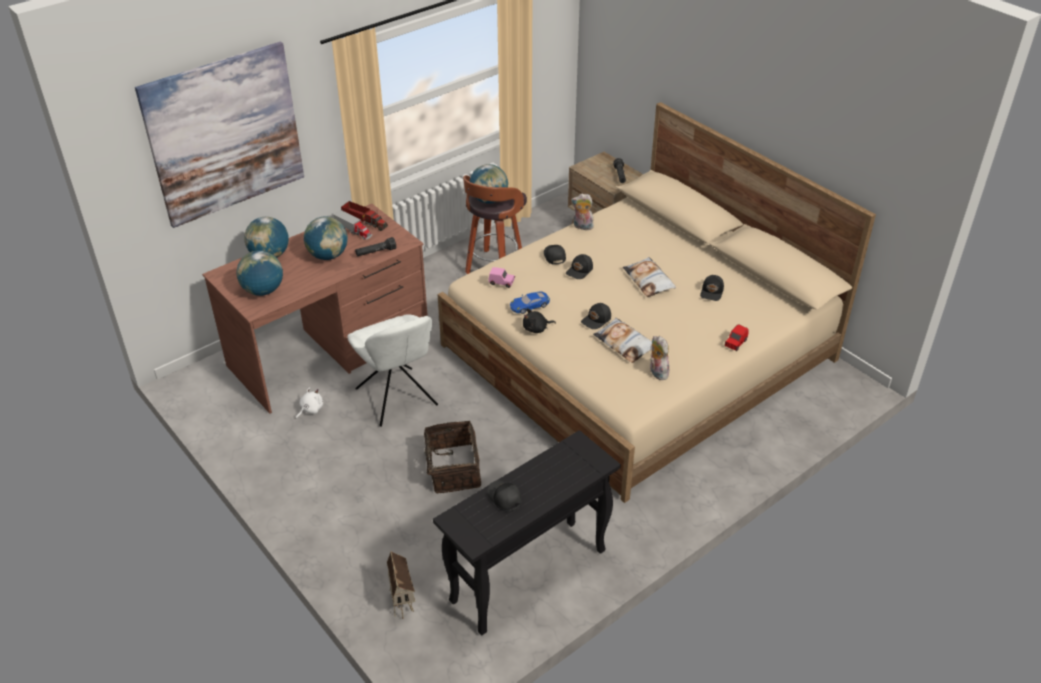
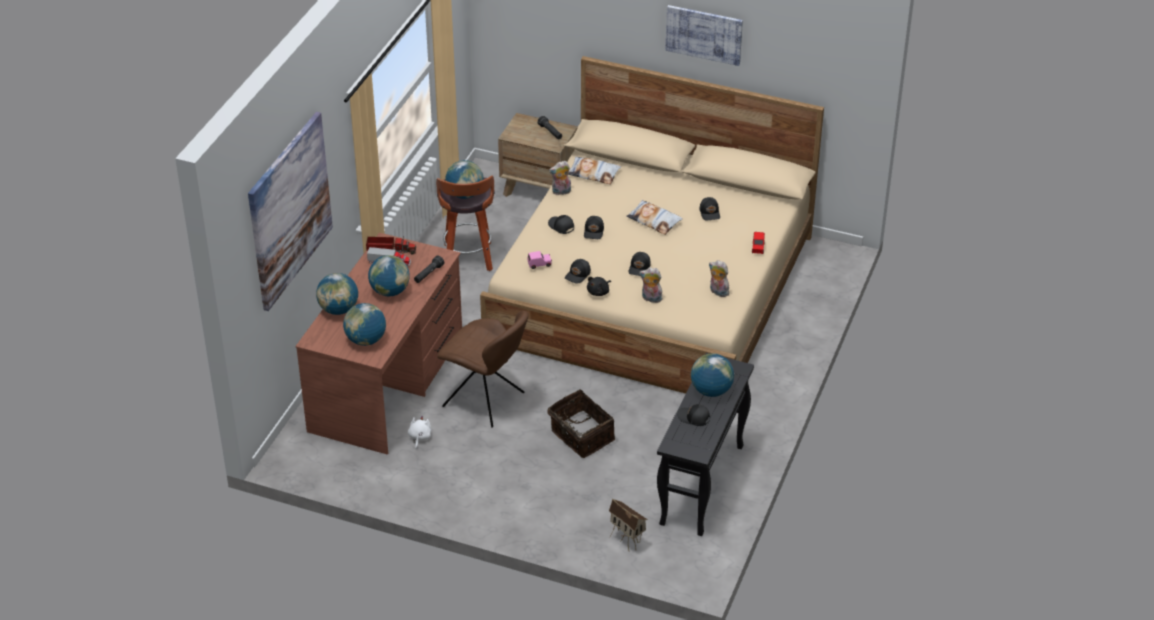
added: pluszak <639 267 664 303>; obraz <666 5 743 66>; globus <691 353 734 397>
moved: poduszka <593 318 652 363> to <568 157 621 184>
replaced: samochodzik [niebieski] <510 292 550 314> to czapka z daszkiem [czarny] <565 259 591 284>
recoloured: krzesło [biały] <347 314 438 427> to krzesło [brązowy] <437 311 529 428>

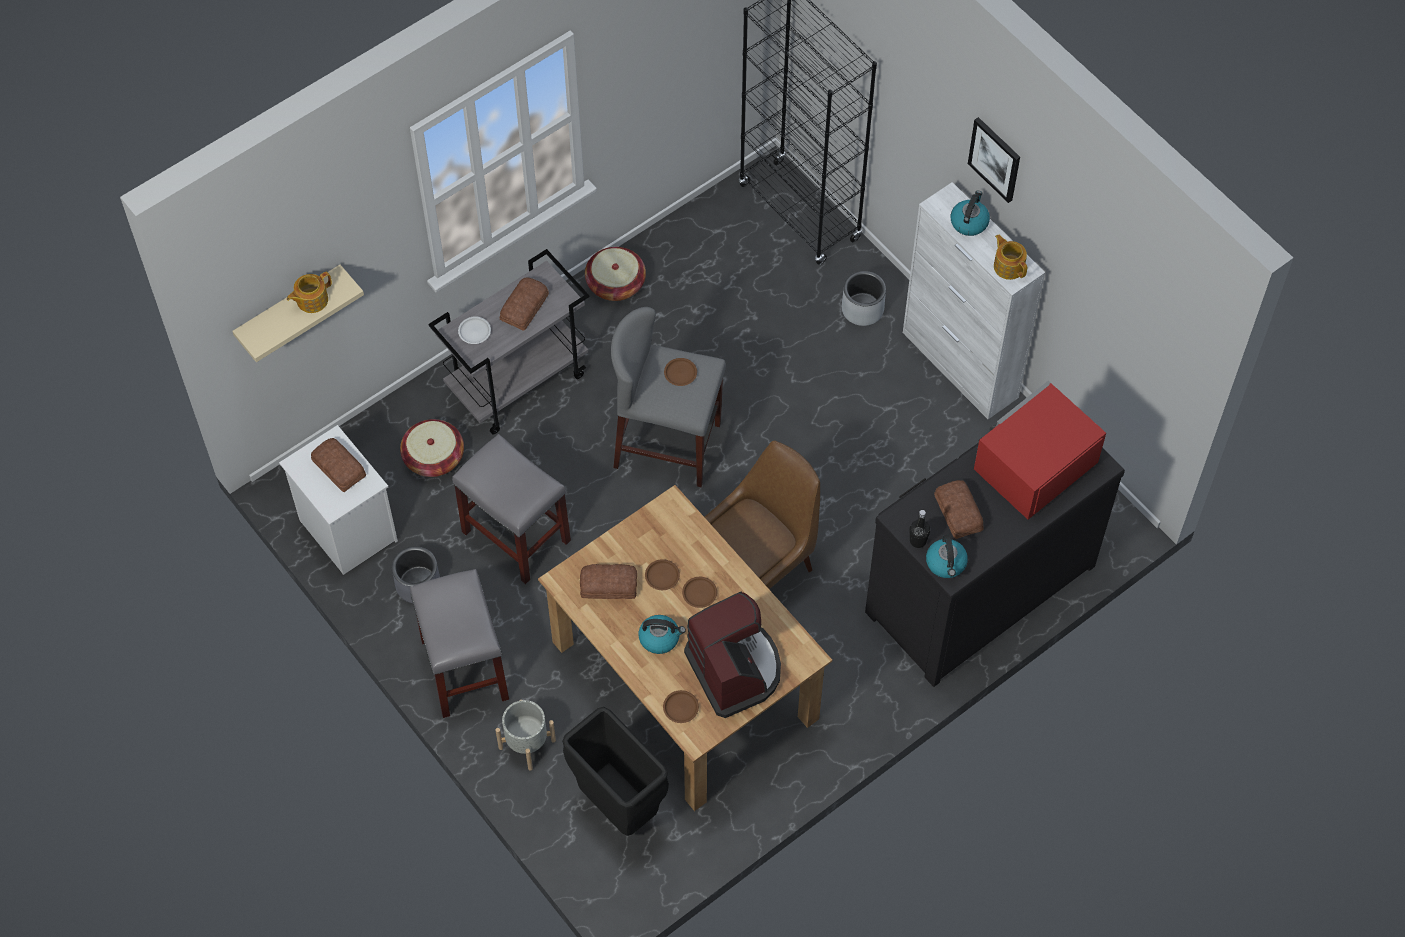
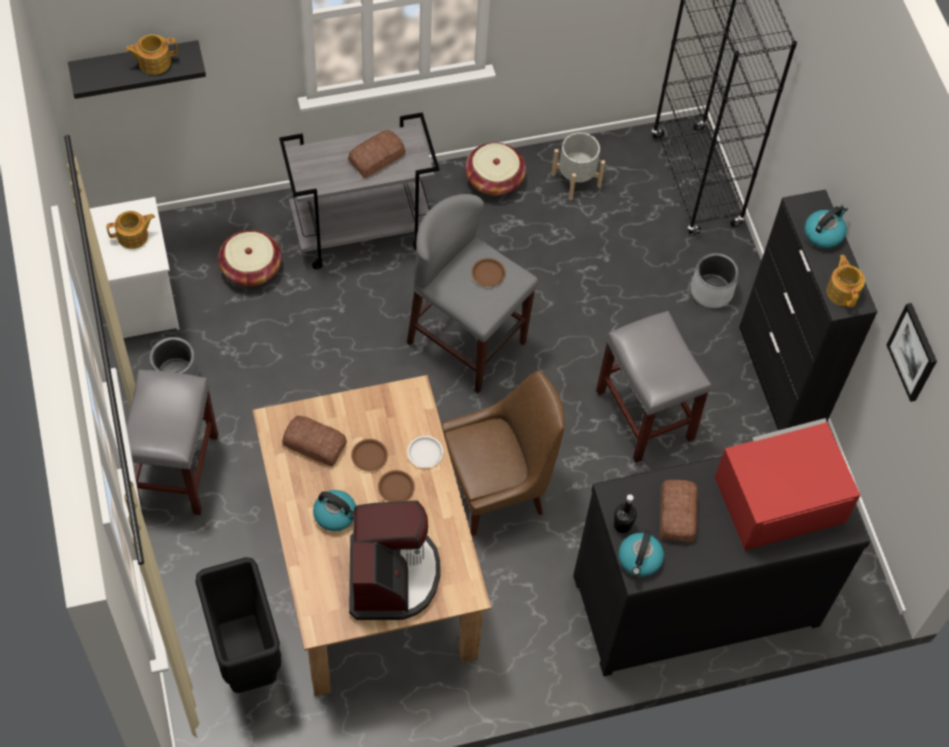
removed: talerz [brązowy] <663 690 699 723>
moved: talerz [biały] <458 317 491 344> to <407 436 443 468>; donica [szary] <495 700 556 771> to <551 132 605 200>; stołek [szary] <452 434 571 584> to <596 311 711 463>; obraz <968 117 1020 203> to <887 303 937 402>
replaced: chleb <311 438 366 492> to imbryk <106 211 155 249>
recoloured: półka [beżowy] <232 265 364 362> to półka [czarny] <68 40 206 99>; szafka [biały] <903 182 1045 419> to szafka [czarny] <739 189 878 430>

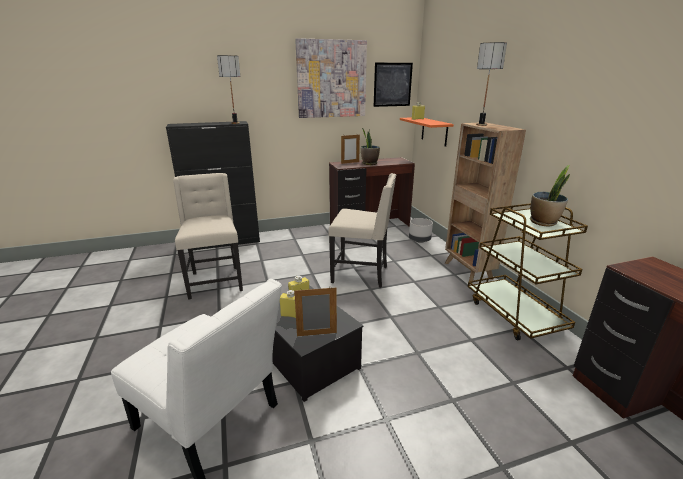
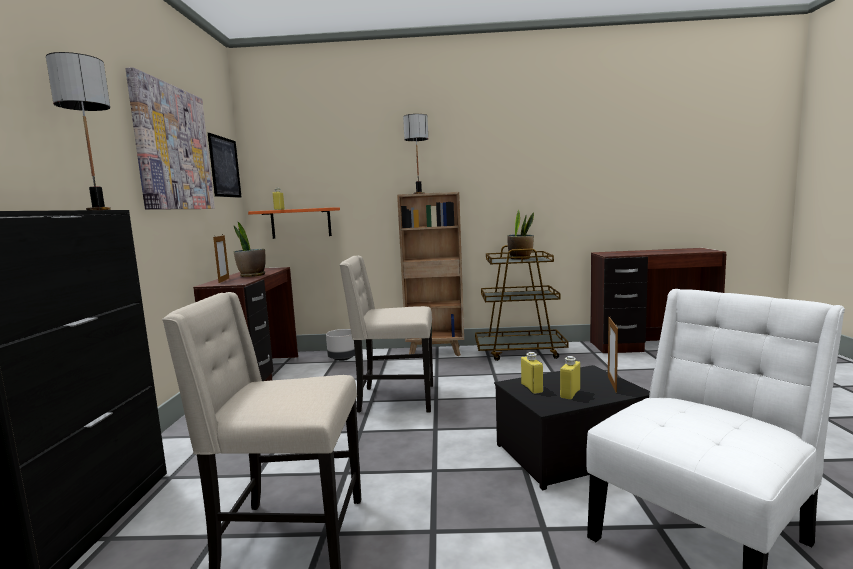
turned: krzesło [beżowy] <328 173 396 288> = <340 256 433 413> 120 degrees counterclockwise

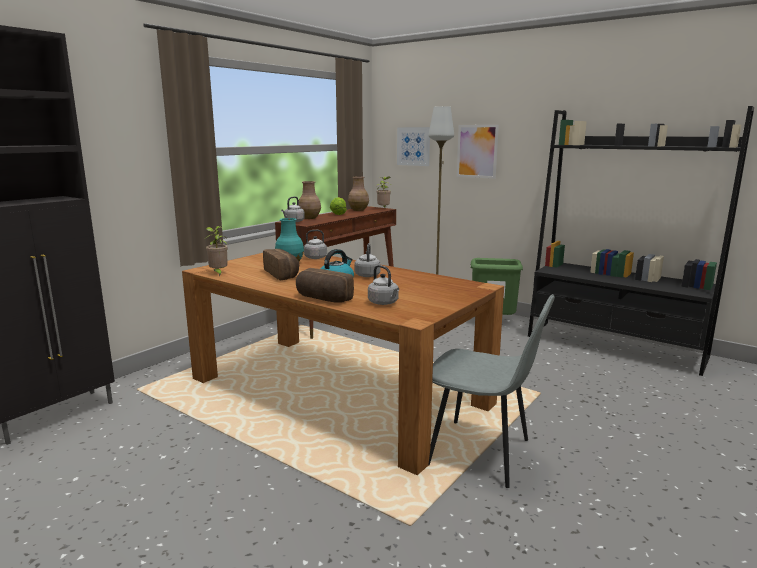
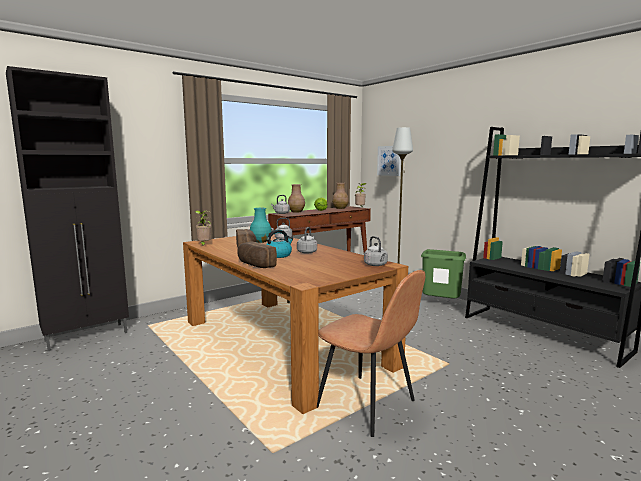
removed: obraz <457 125 499 179>
moved: czajnik [szary] <368 265 399 305> to <364 236 388 266>
recoloured: krzesło [szary] <428 294 555 488> to krzesło [brązowy] <317 270 425 437>

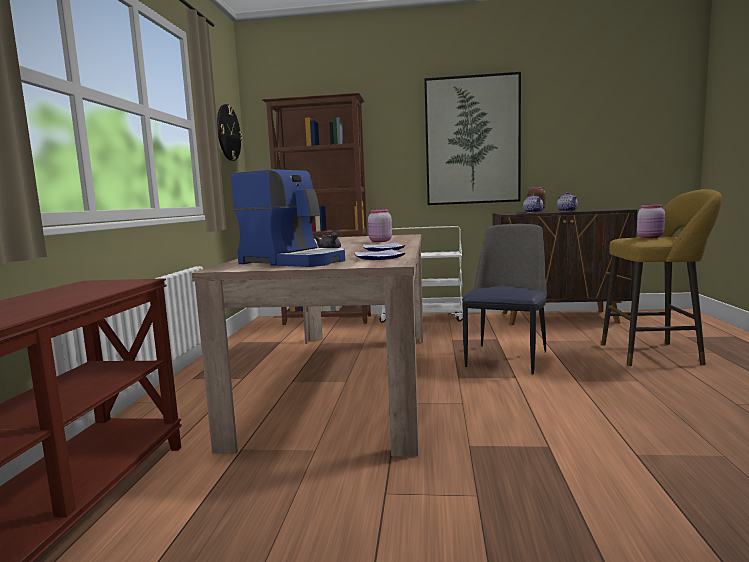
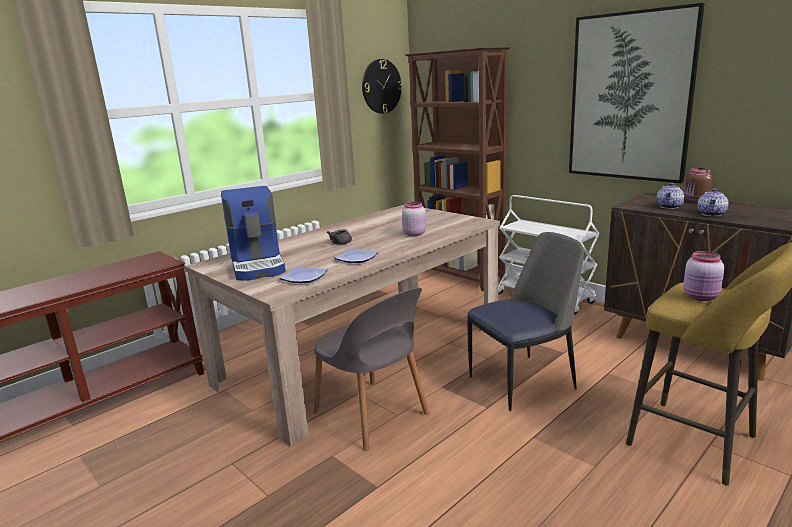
added: krzesło [szary] <313 288 429 451>

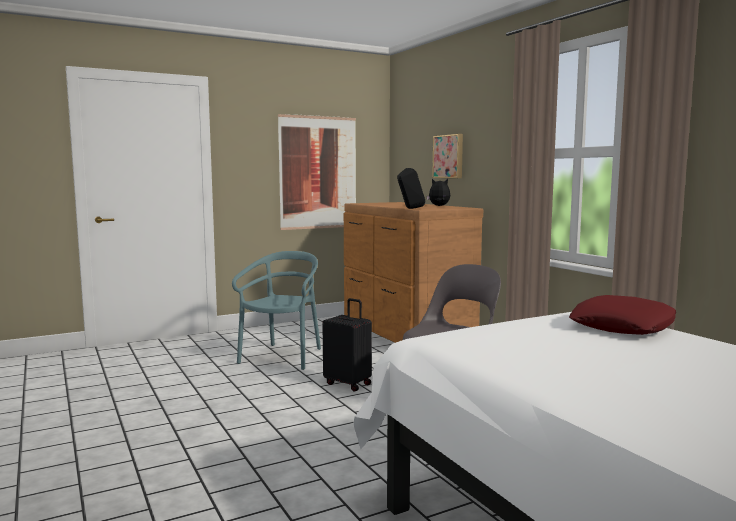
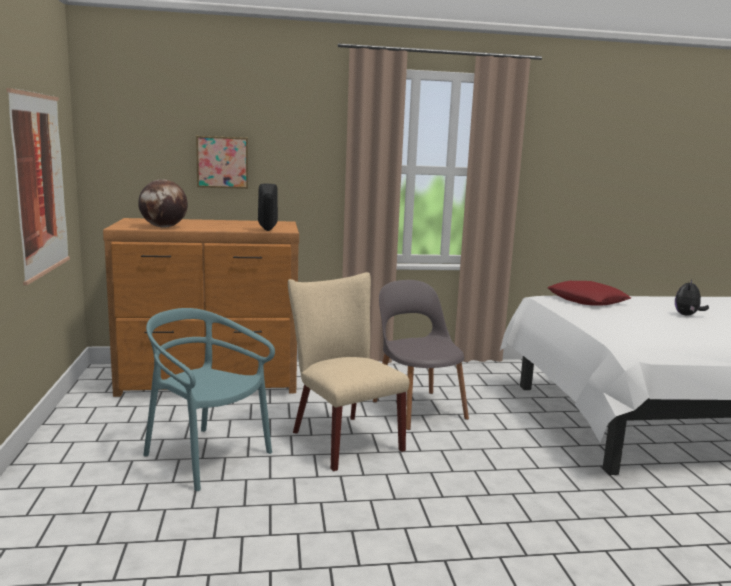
added: globus <138 179 188 228>
moved: pluszak <426 179 450 206> to <675 279 709 316>
replaced: walizka [czarny] <322 298 372 392> to krzesło [beżowy] <288 272 409 471>

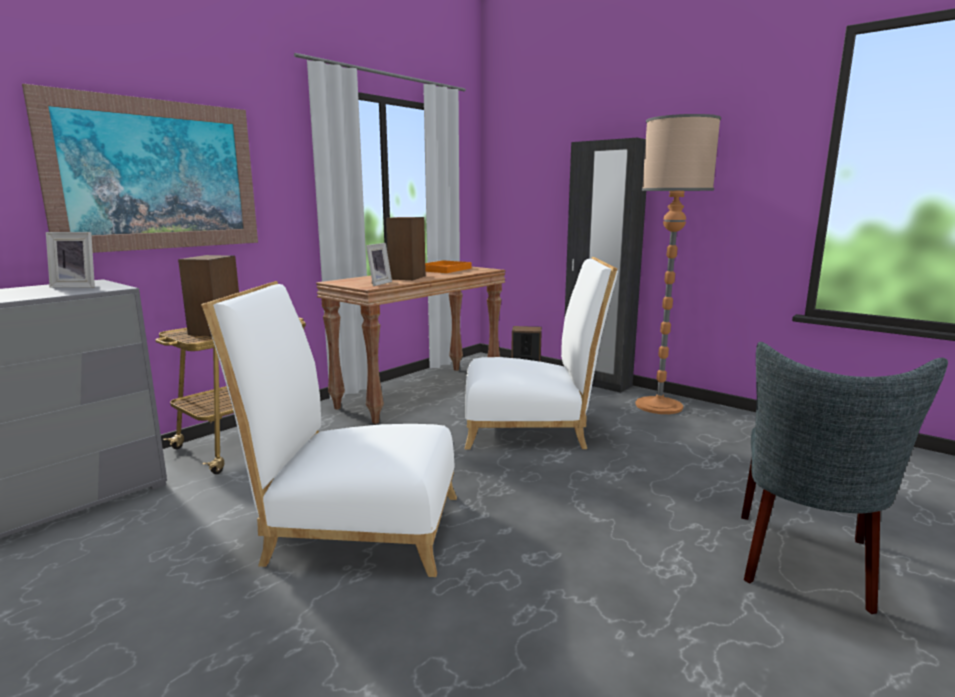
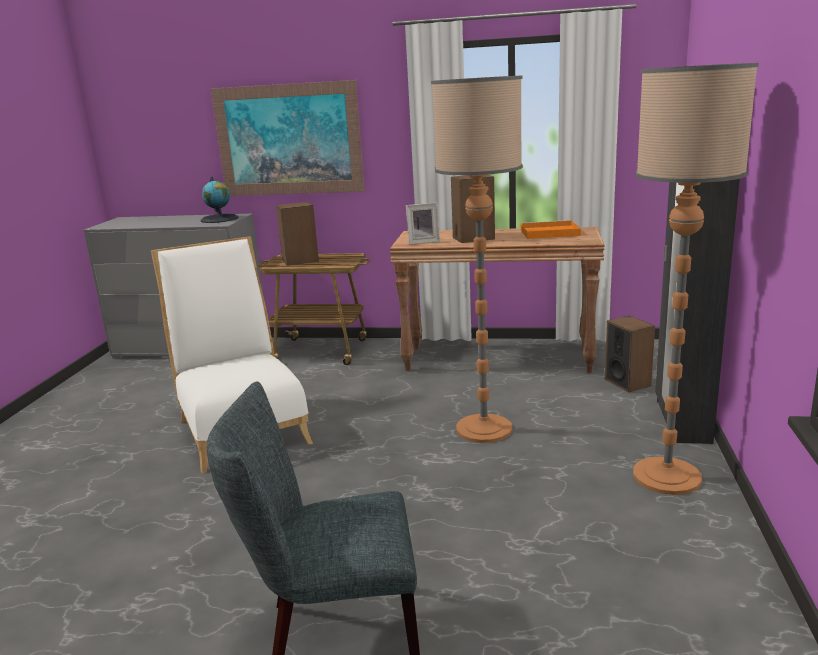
replaced: ramka na zdjęcie <46 232 95 288> to globus <201 177 239 223>; krzesło [biały] <465 257 618 450> to lampa stojąca <431 76 523 443>

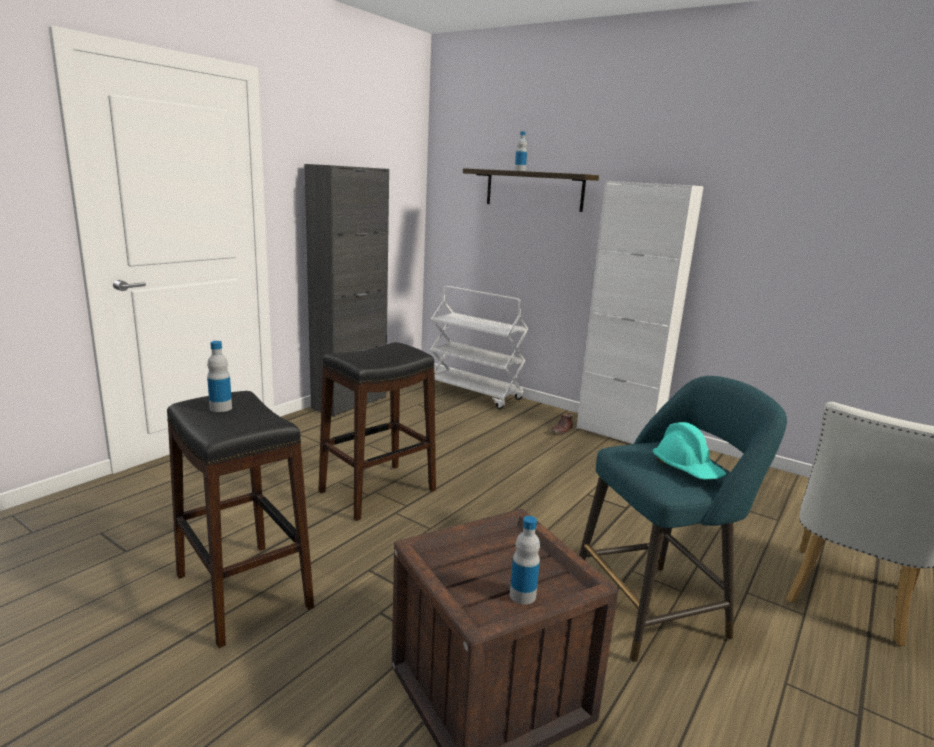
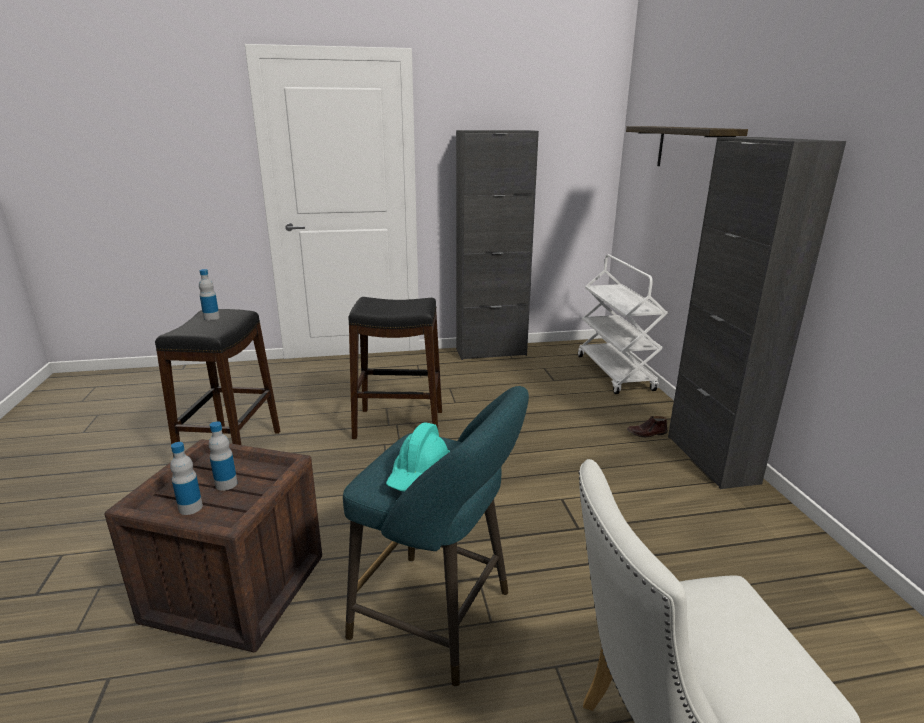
moved: butelka <515 131 527 171> to <209 421 237 491>
recoloured: szafka [biały] <577 181 704 444> to szafka [czarny] <668 137 846 489>

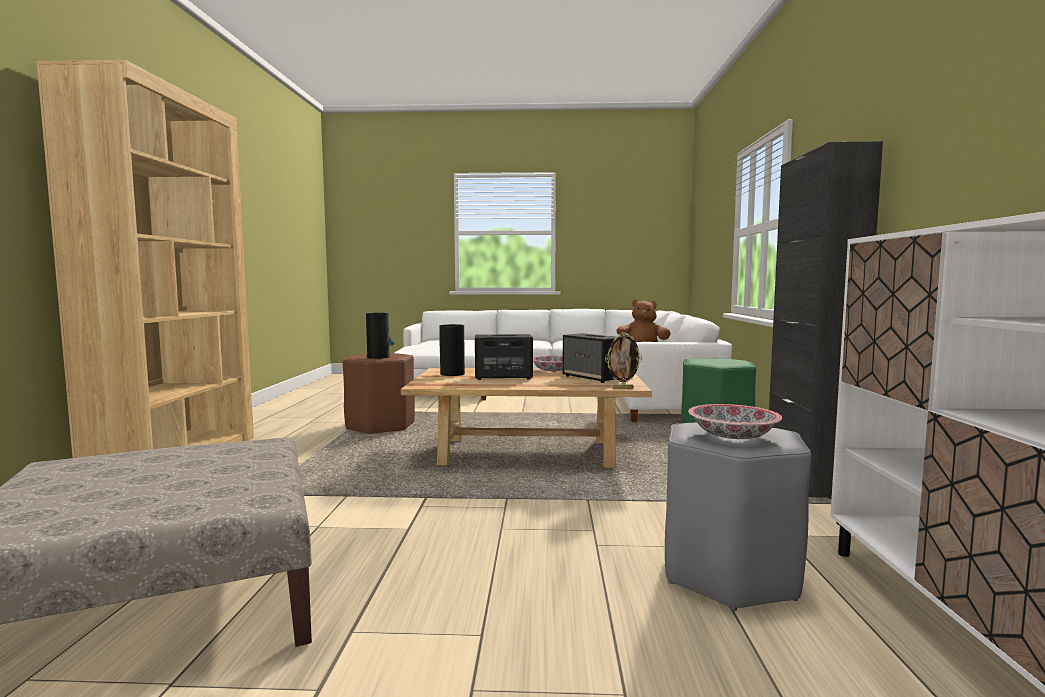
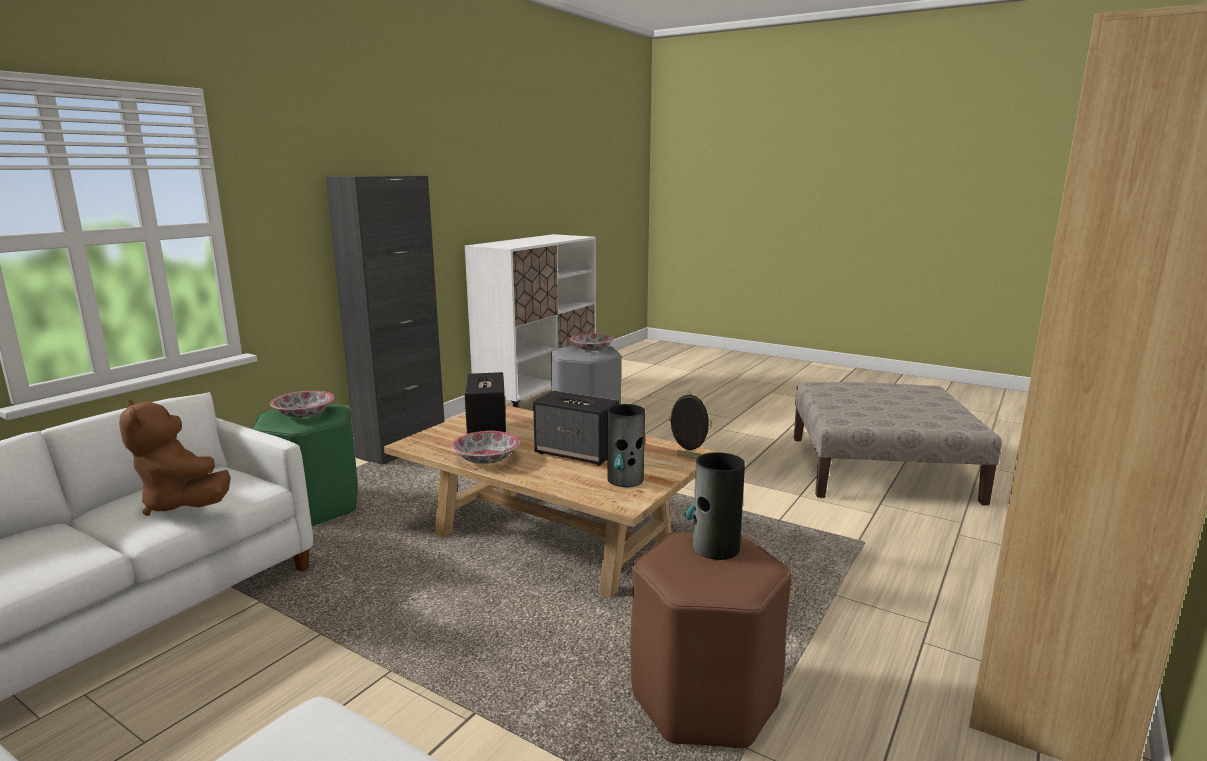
added: miska <270 391 334 418>
moved: ramka na zdjęcie <605 332 642 389> to <669 391 712 459>

